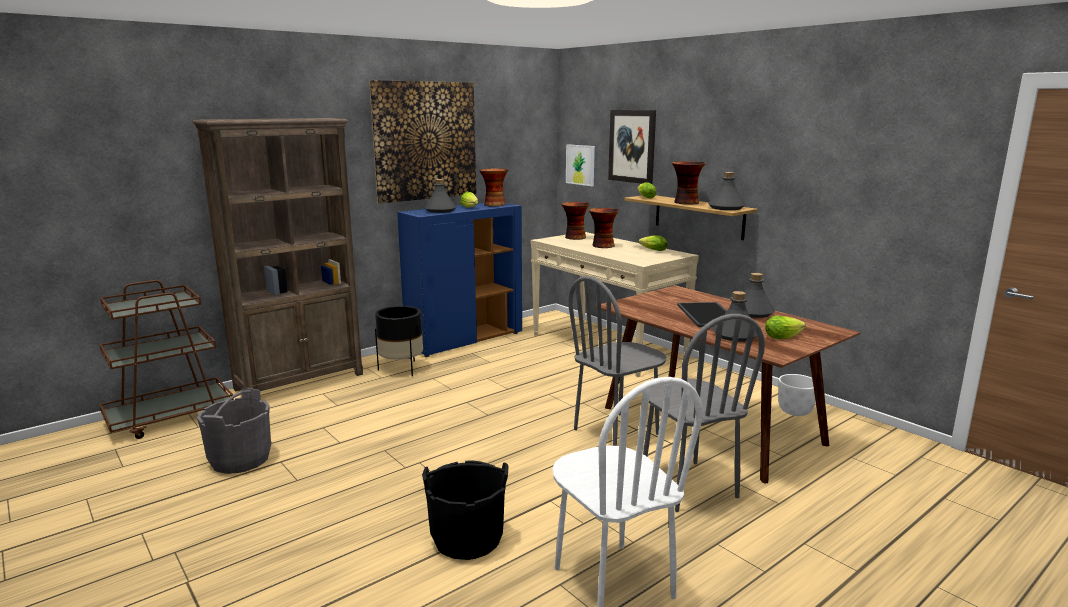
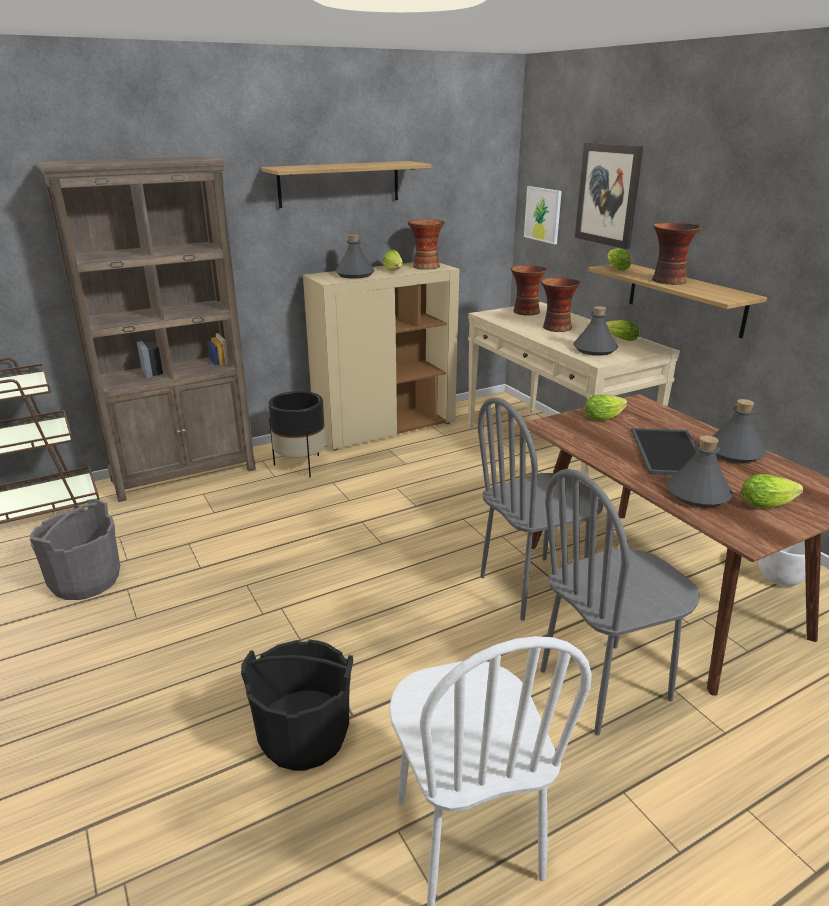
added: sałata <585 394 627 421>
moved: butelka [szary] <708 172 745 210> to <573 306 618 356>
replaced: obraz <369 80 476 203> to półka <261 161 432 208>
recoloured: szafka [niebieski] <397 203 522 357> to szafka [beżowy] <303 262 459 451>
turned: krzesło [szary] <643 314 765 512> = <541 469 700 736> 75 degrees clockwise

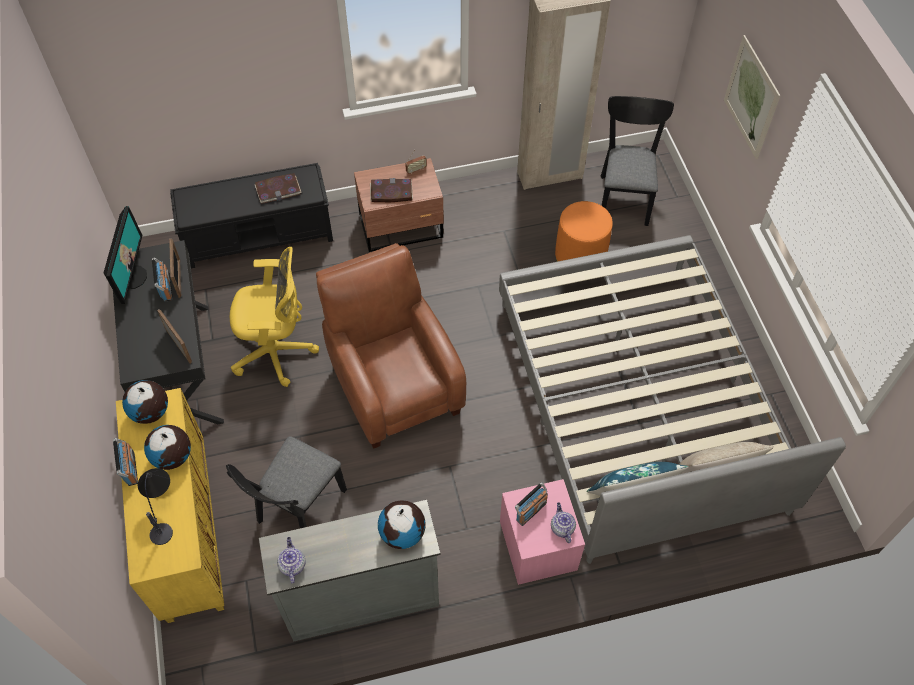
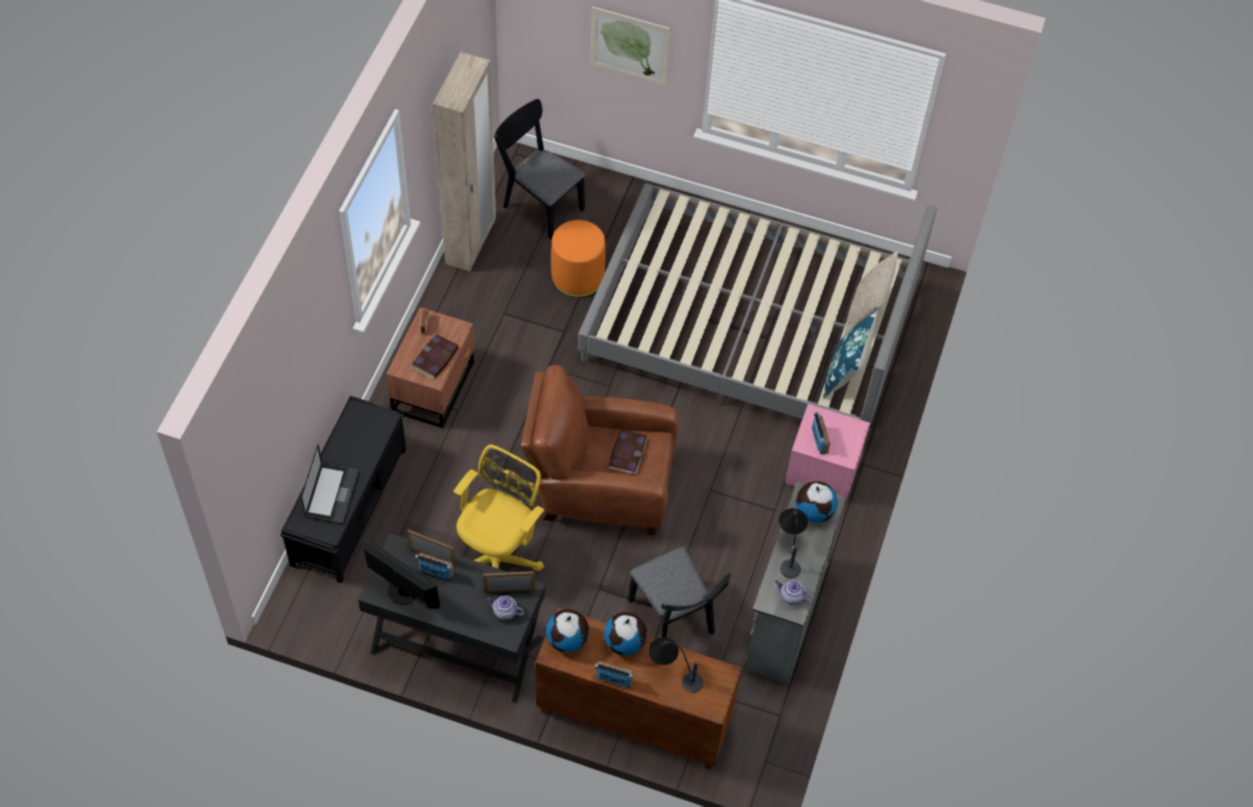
added: laptop <301 444 359 524>; lampa stołowa <779 508 808 578>
moved: imbryk <551 502 576 543> to <486 595 524 620>; książka <254 173 302 204> to <609 429 648 475>
recoloured: szafka [żółty] <116 388 224 623> to szafka [brązowy] <535 607 742 770>

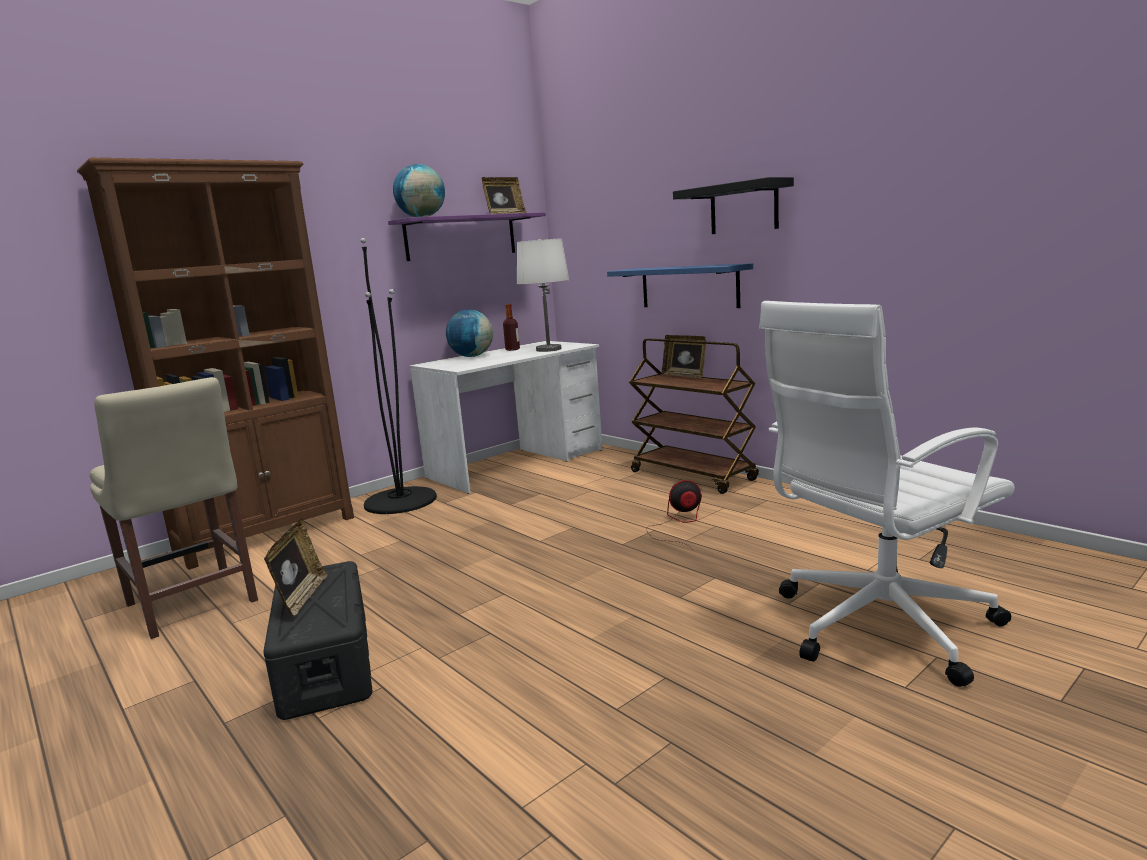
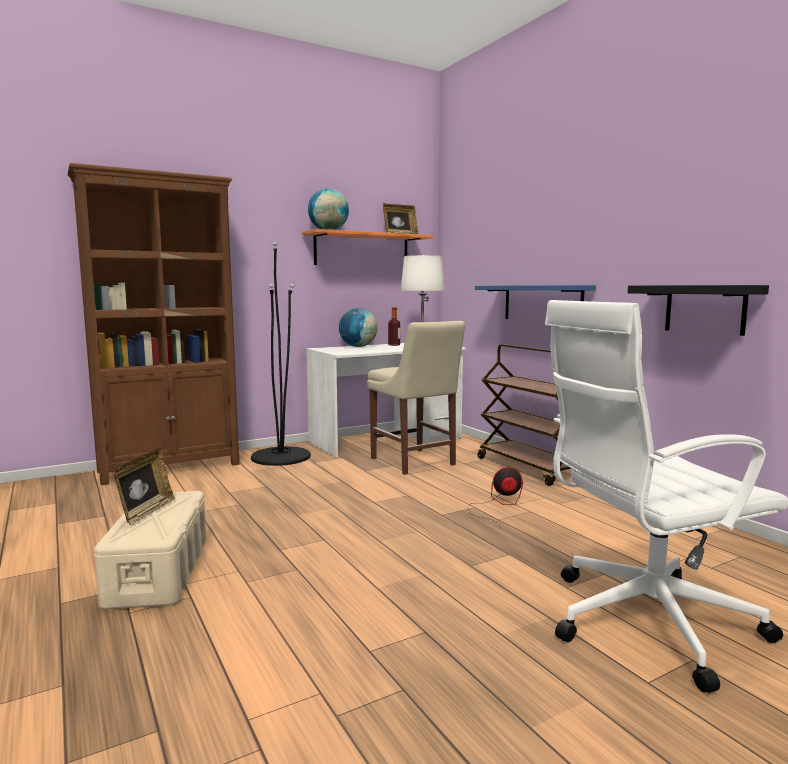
removed: ramka na zdjęcie <662 335 706 378>
moved: krzesło [beżowy] <90 377 258 639> to <367 321 465 475>; półka [czarny] <673 177 794 234> to <628 285 769 336>
recoloured: pojemnik do przechowywania [czarny] <263 561 372 720> to pojemnik do przechowywania [beżowy] <94 491 206 609>; półka [fioletowy] <388 212 546 261> to półka [pomarańczowy] <302 229 434 265>

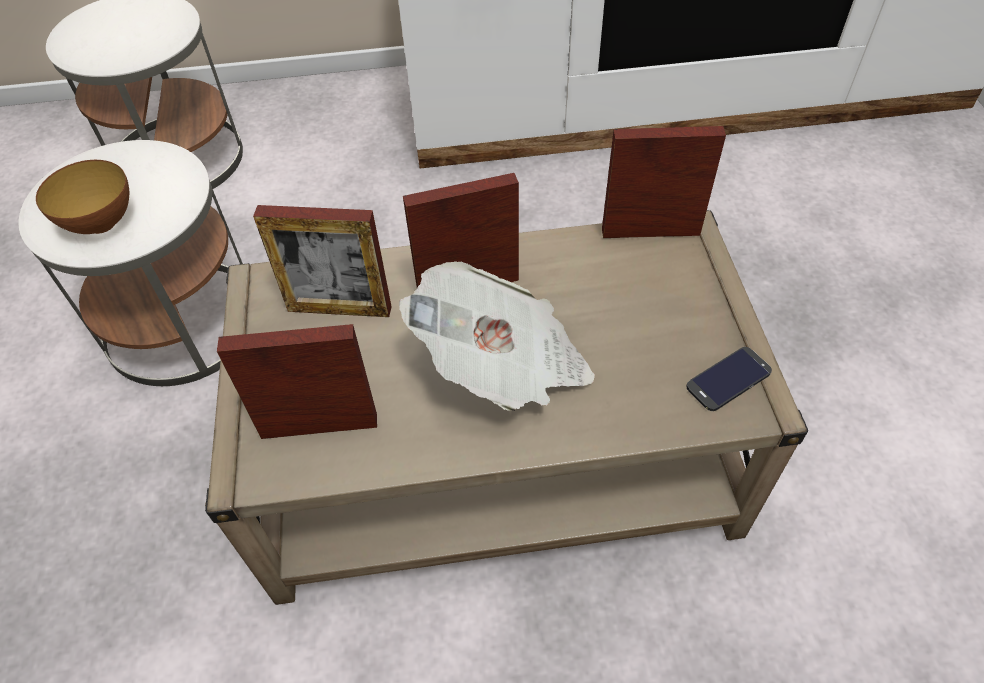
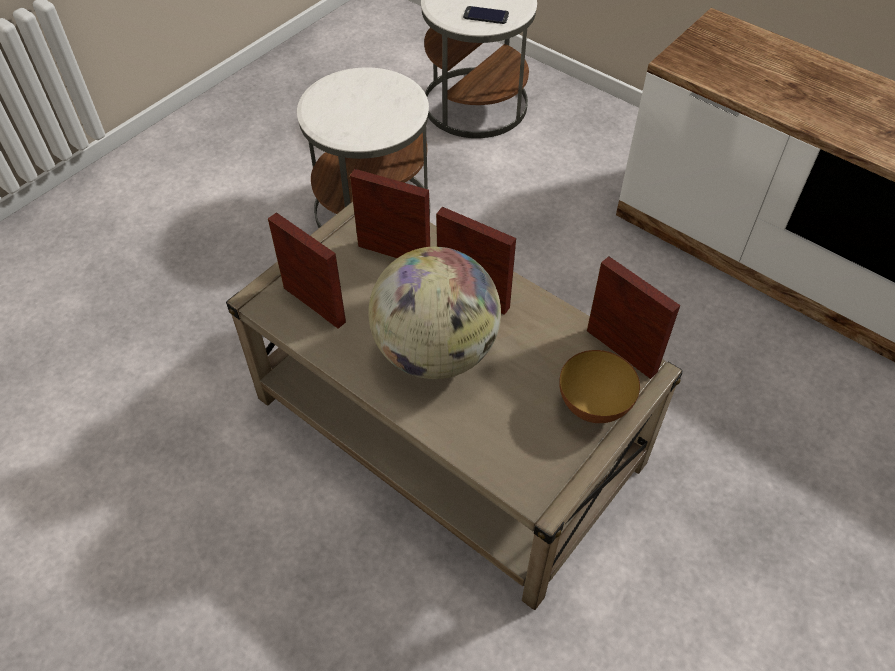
moved: telefon <686 347 772 411> to <463 6 509 24>; miska <36 160 129 234> to <559 350 640 423>
replaced: gazeta <399 261 595 411> to globus <368 247 501 379>
turned: ramka na zdjęcie <253 205 392 317> = <350 169 430 258> 150 degrees clockwise

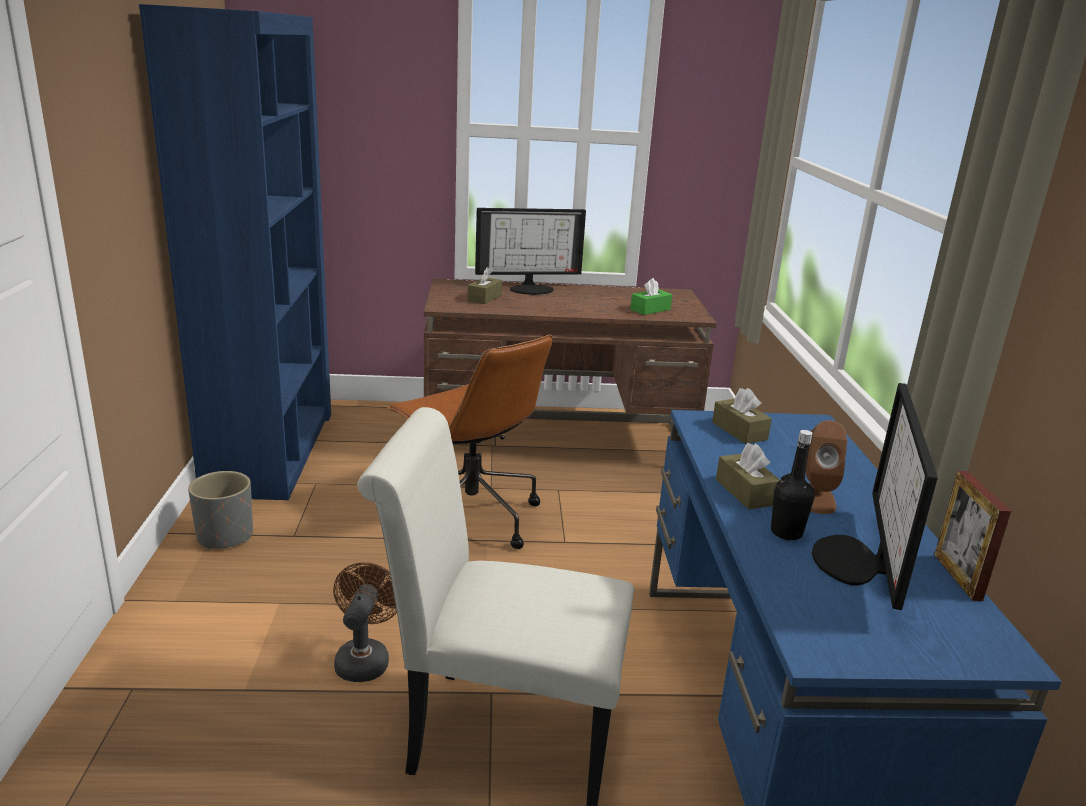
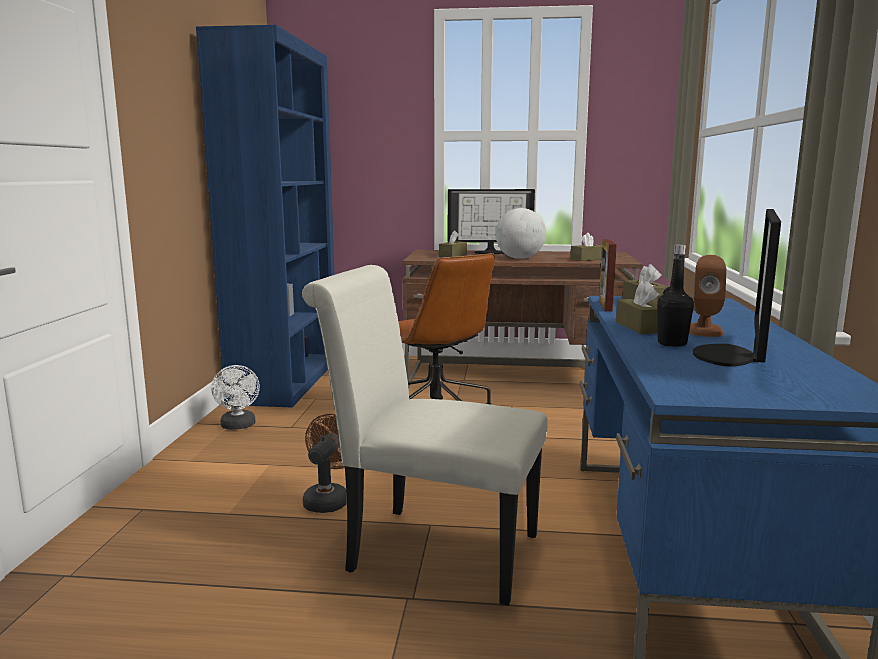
added: globus <495 208 546 259>
moved: ramka na zdjęcie <934 471 1011 601> to <599 239 617 312>
replaced: donica [szary] <188 471 253 550> to wentylator [biały] <211 365 260 430>
recoloured: pudełko chusteczek [zielony] <630 278 672 315> to pudełko chusteczek [brązowy] <571 233 602 261>

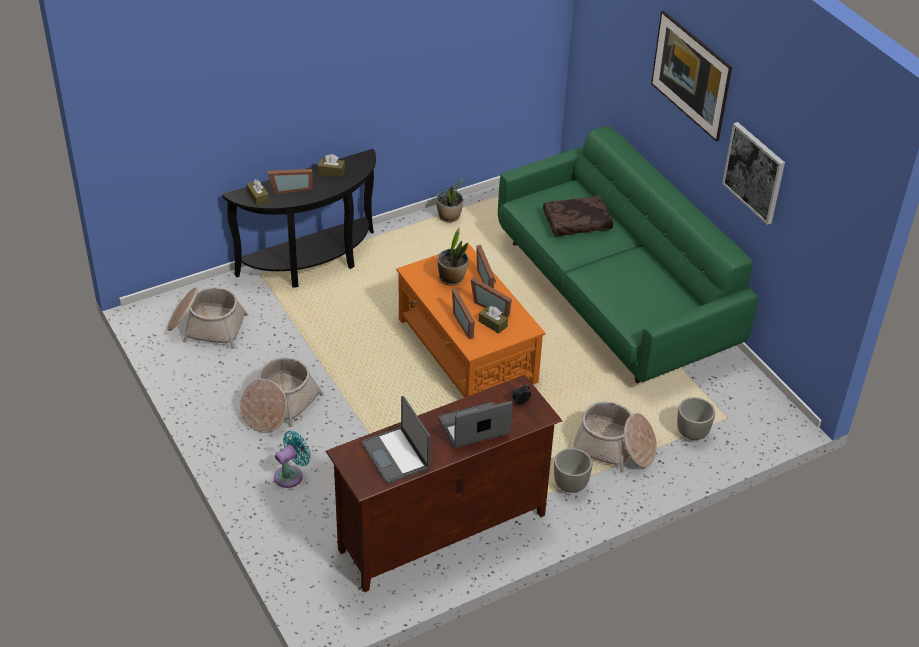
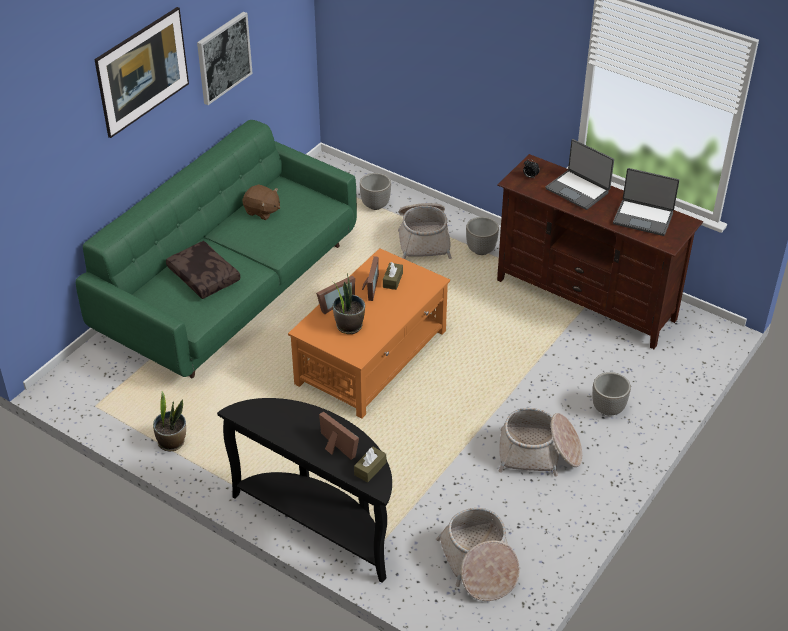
removed: pudełko chusteczek [brązowy] <318 154 345 177>; ramka na zdjęcie <452 288 475 339>
added: pluszak [brązowy] <242 184 280 220>
replaced: wentylator [turkusowy] <274 431 311 488> to donica <593 372 631 416>
turned: laptop <361 396 430 484> = <613 168 679 236> 75 degrees clockwise

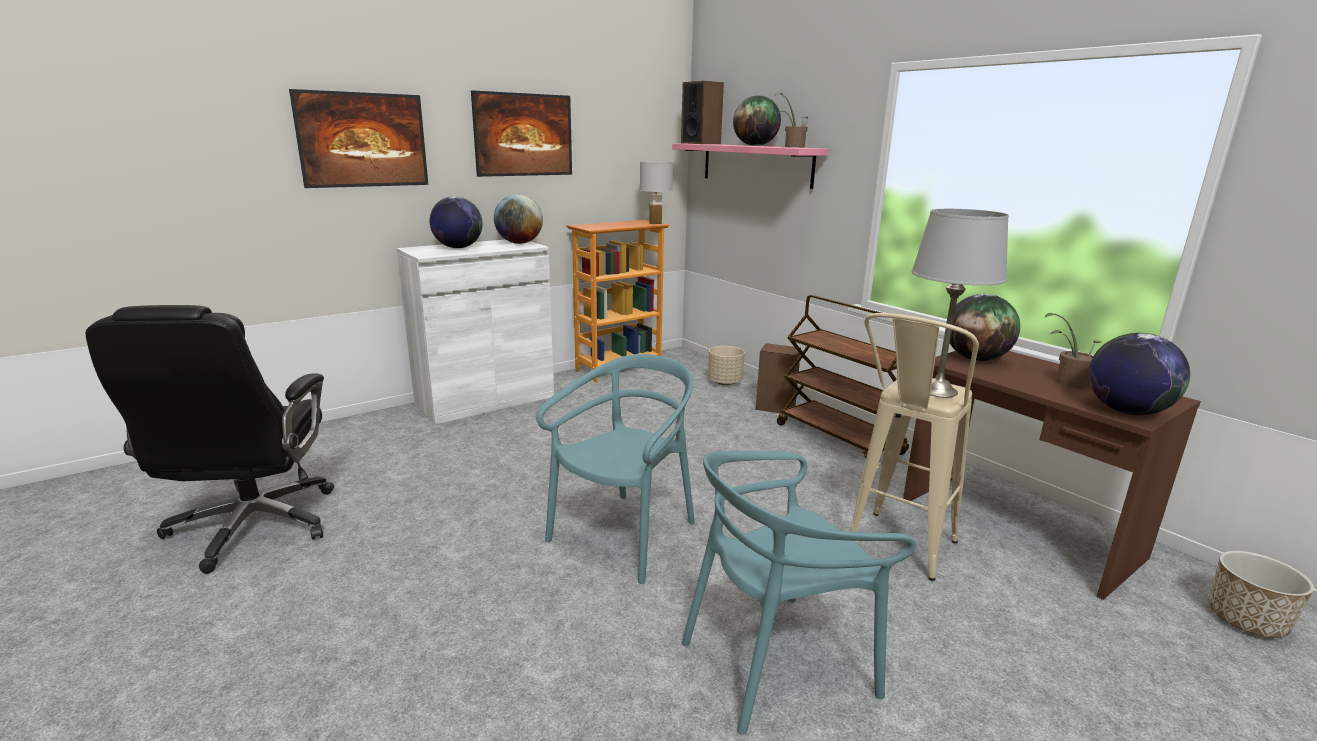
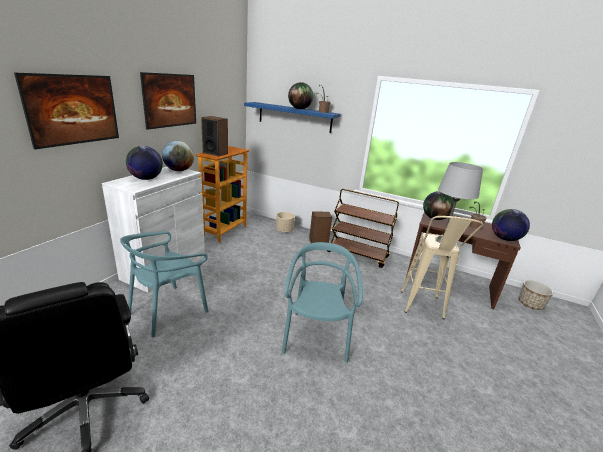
removed: lampa stołowa [biały] <640 161 673 224>
moved: krzesło [turkusowy] <682 451 916 735> to <120 231 209 337>; głośnik <681 81 724 144> to <201 116 228 157>
recoloured: półka [różowy] <672 143 828 189> to półka [niebieski] <244 102 340 133>

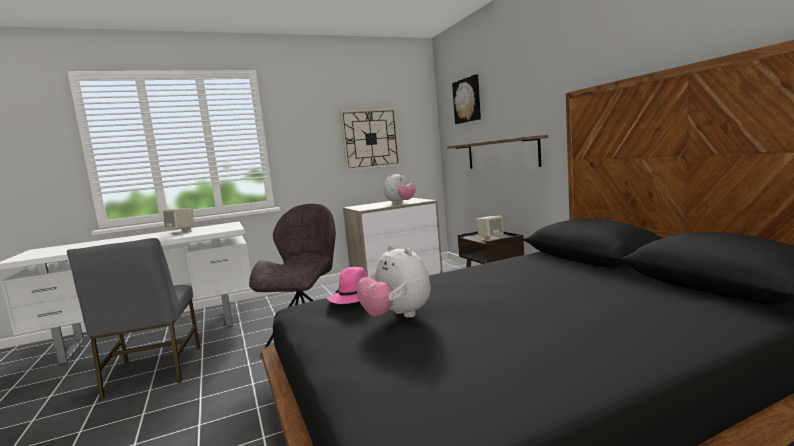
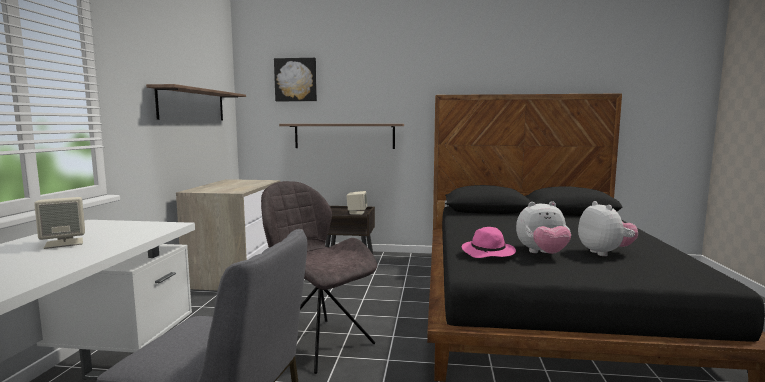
moved: pluszak <384 172 416 204> to <578 201 638 256>
replaced: zegar ścienny <340 108 401 171> to półka <146 84 246 120>

